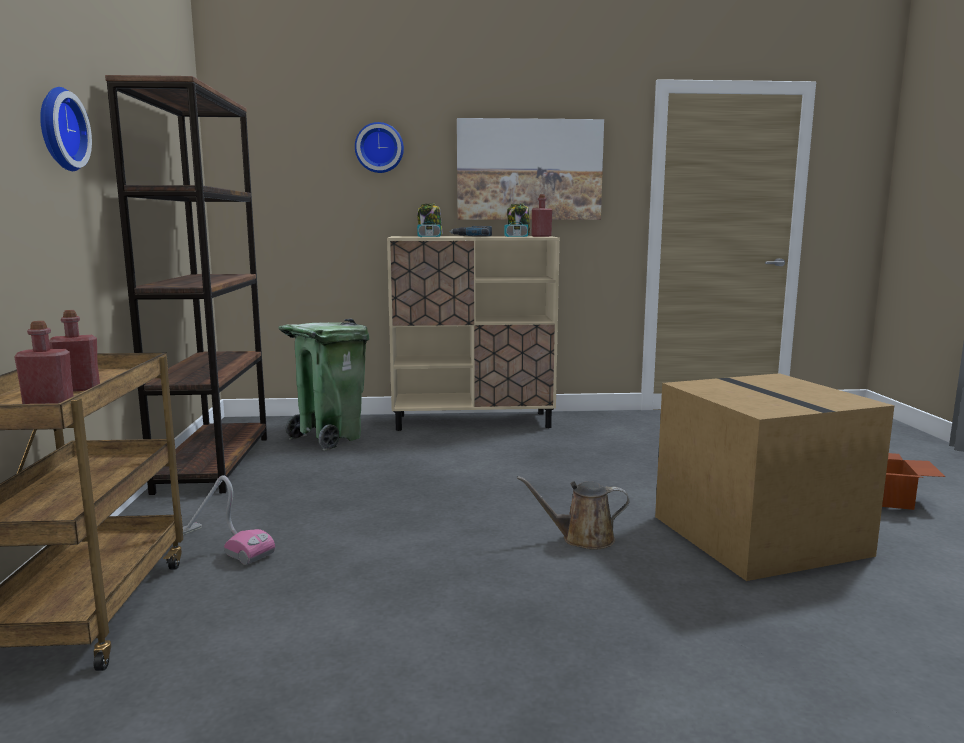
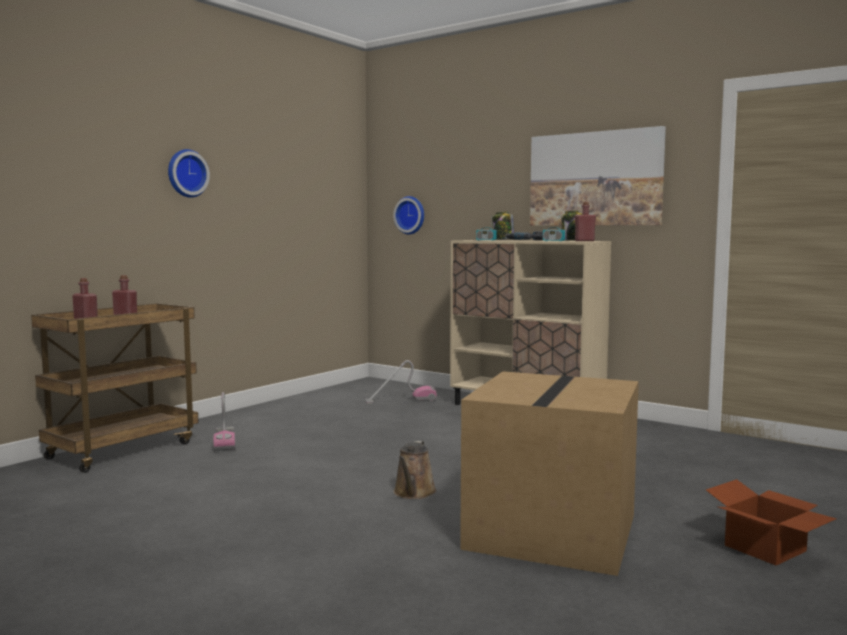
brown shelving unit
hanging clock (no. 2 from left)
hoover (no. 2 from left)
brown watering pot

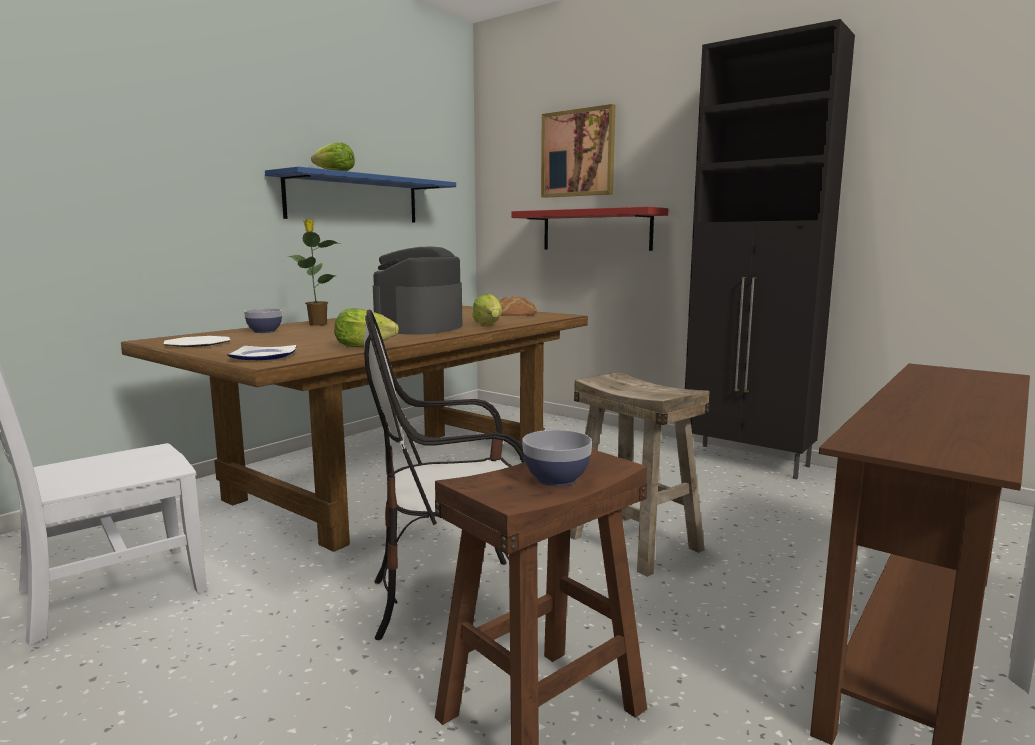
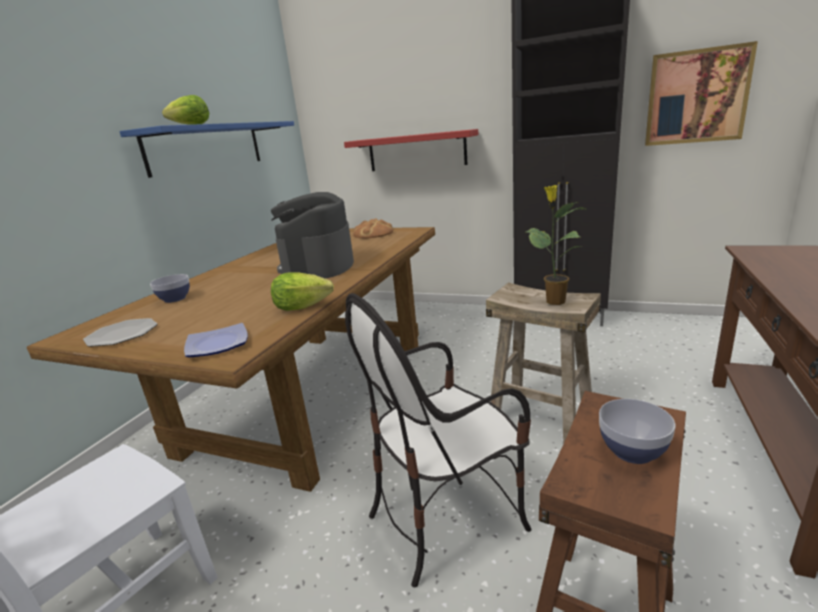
lettuce head (no. 3 from left in the first image)
plant in a pot
wall art

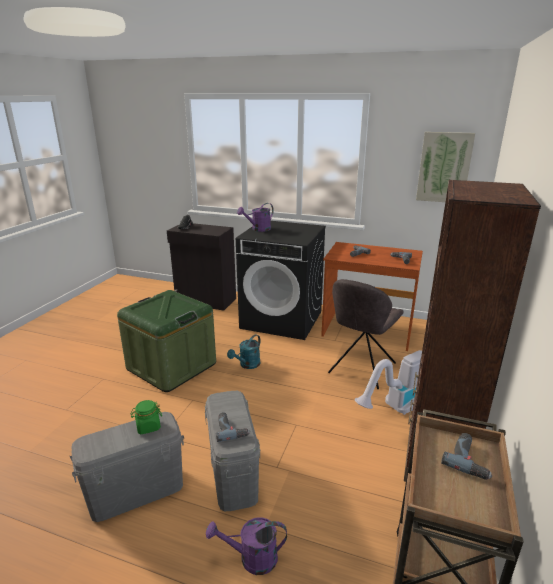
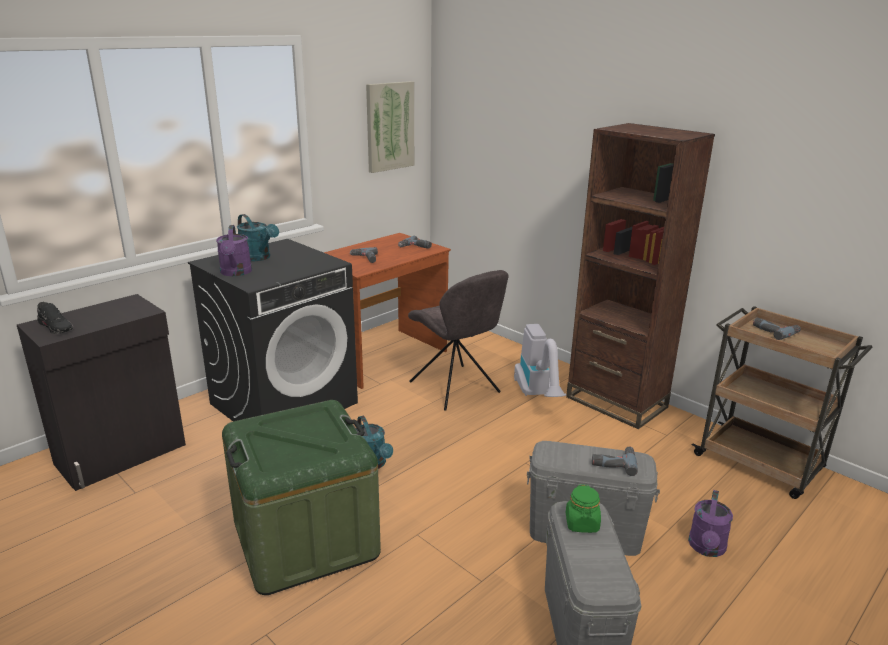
blue-green watering pot (no. 1 from left)

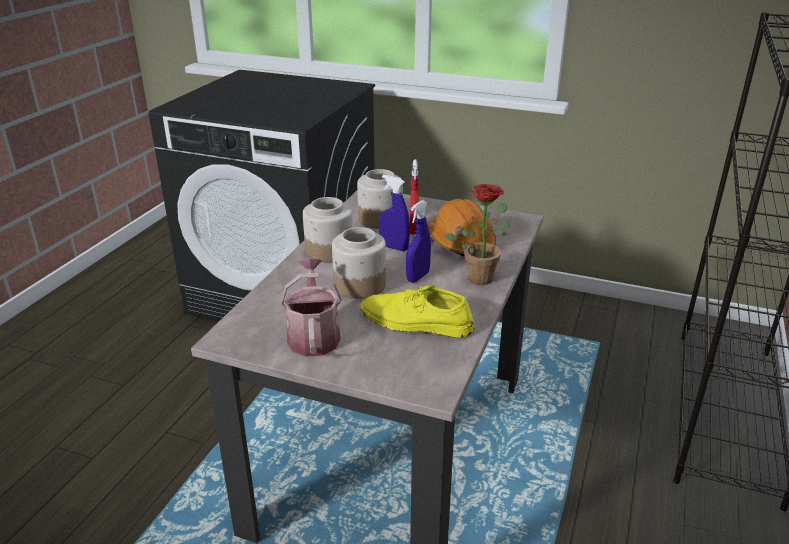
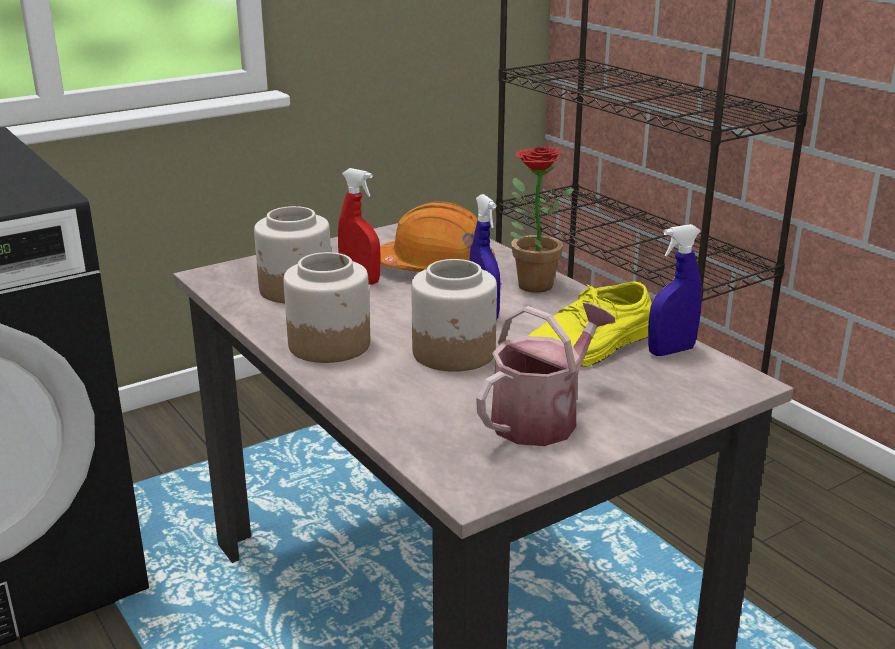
blue hand sprayer (no. 2 from left)
watering pot

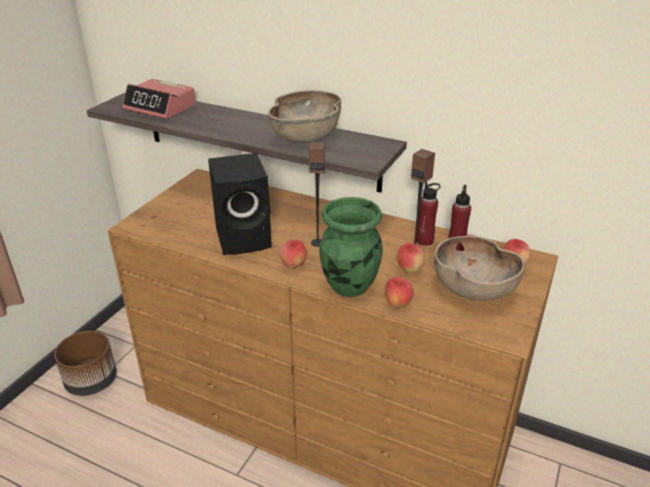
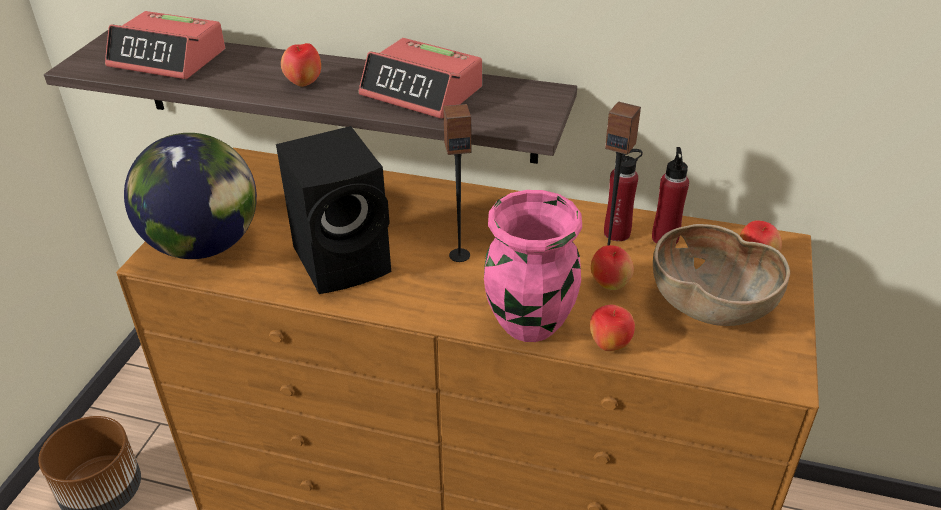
globe
apple (no. 1 from left)
alarm clock (no. 2 from left)
pink flower vase

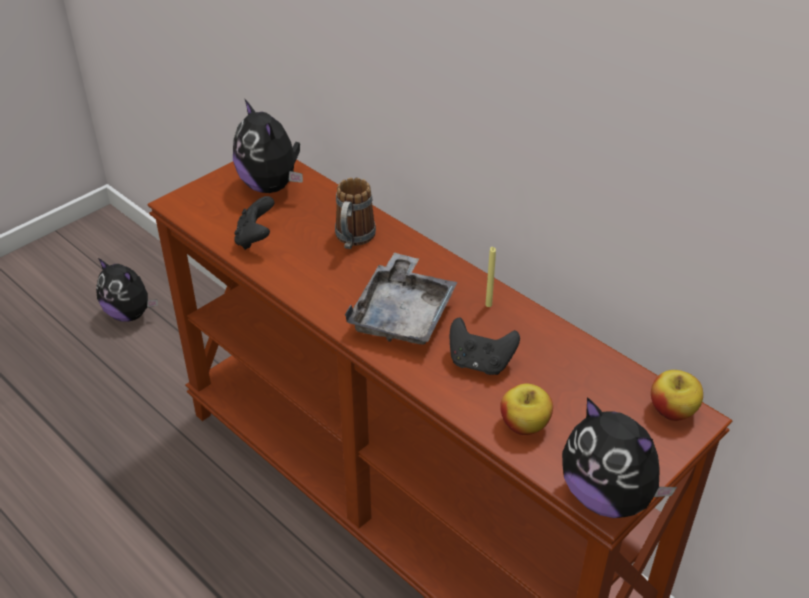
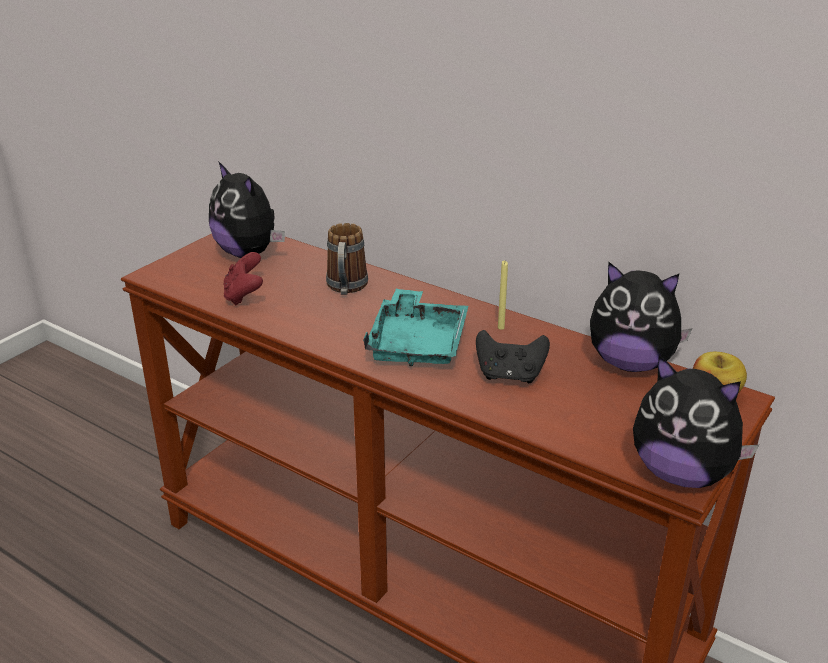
apple (no. 1 from left in the first image)
plush toy (no. 2 from left)
reddish joypad
blue-green carrying tray

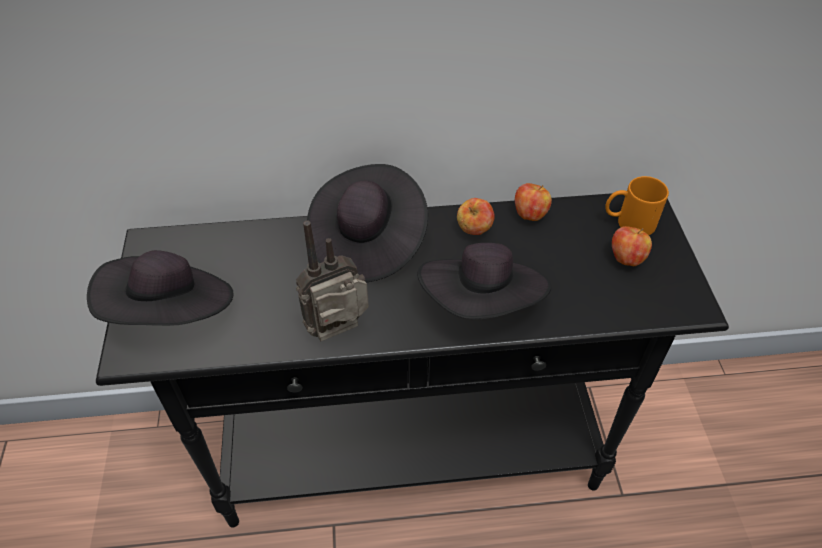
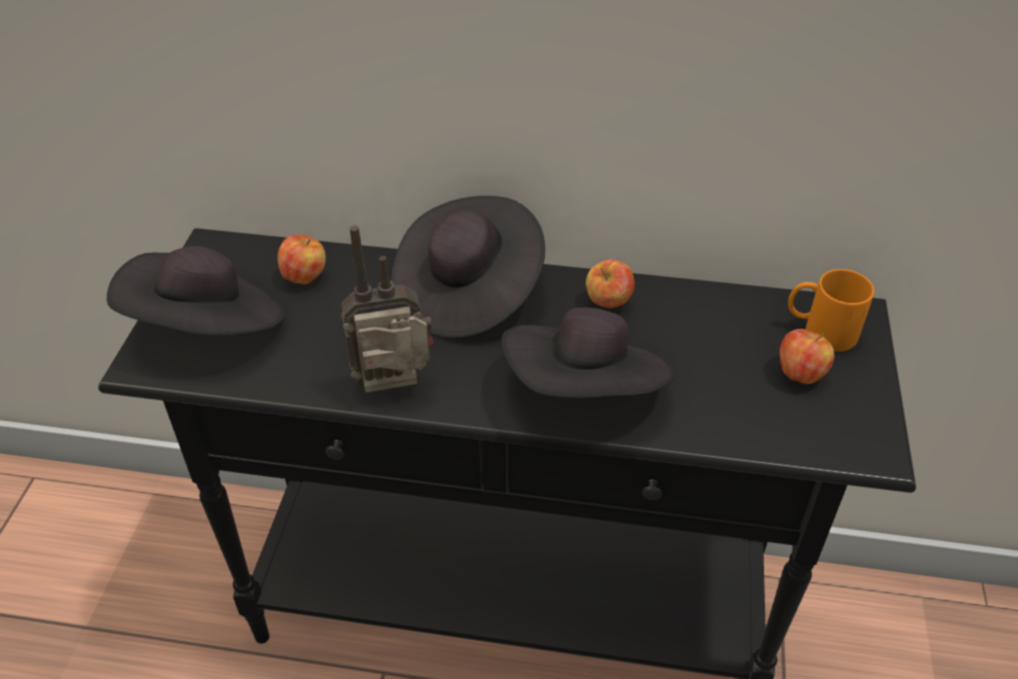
apple (no. 1 from left)

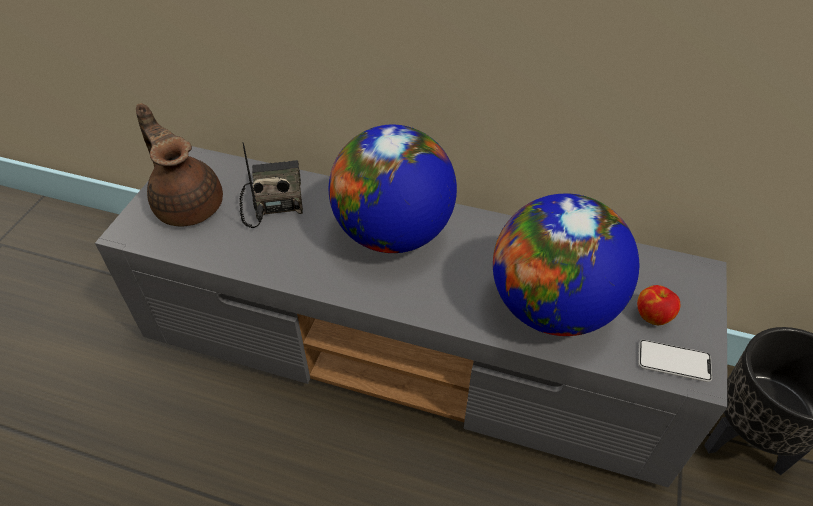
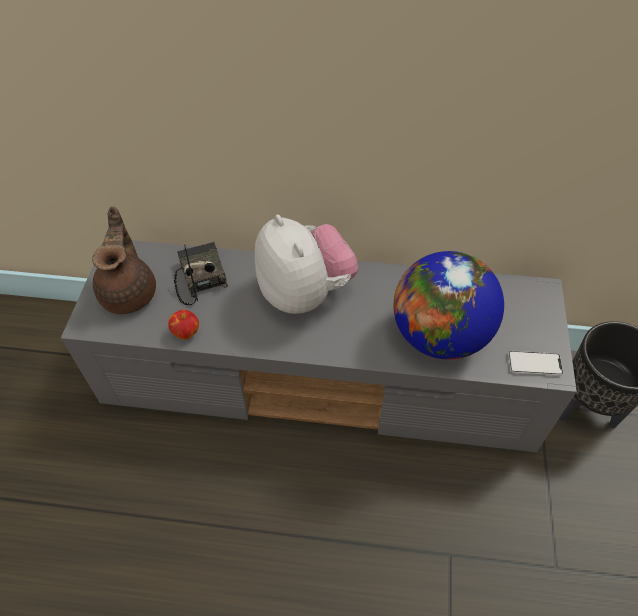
apple
plush toy
brown tea pot

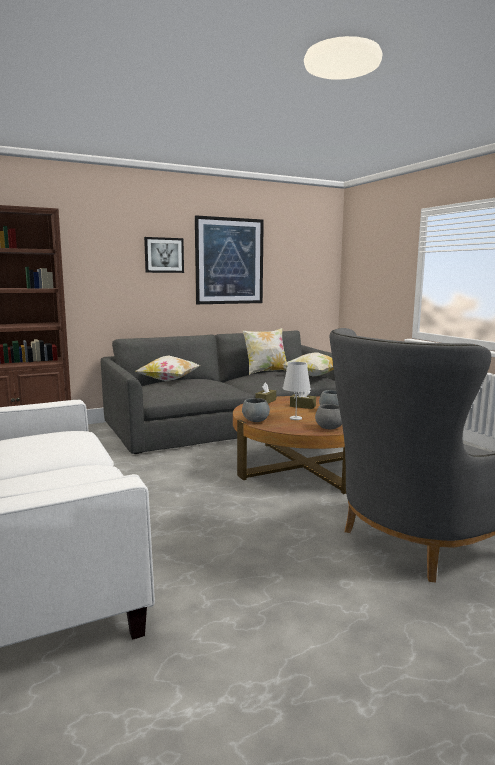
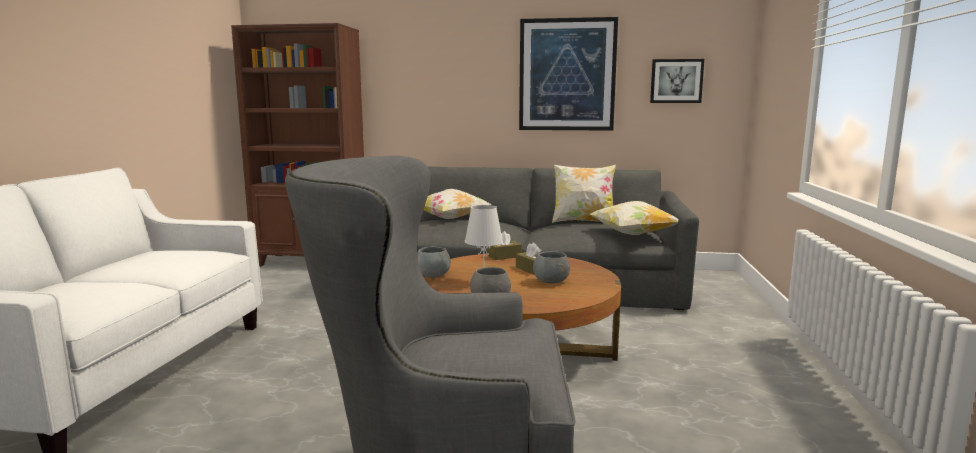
wall art (no. 2 from left)

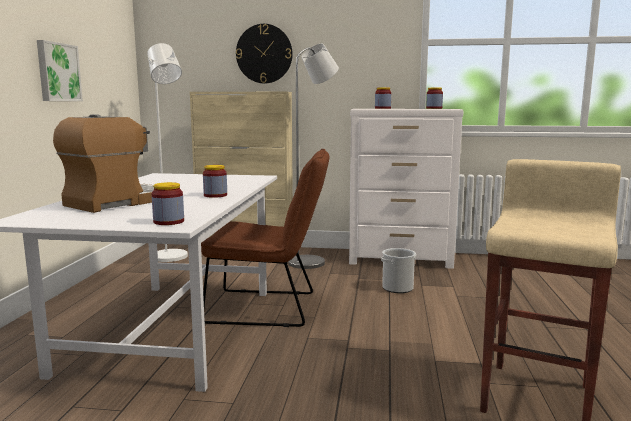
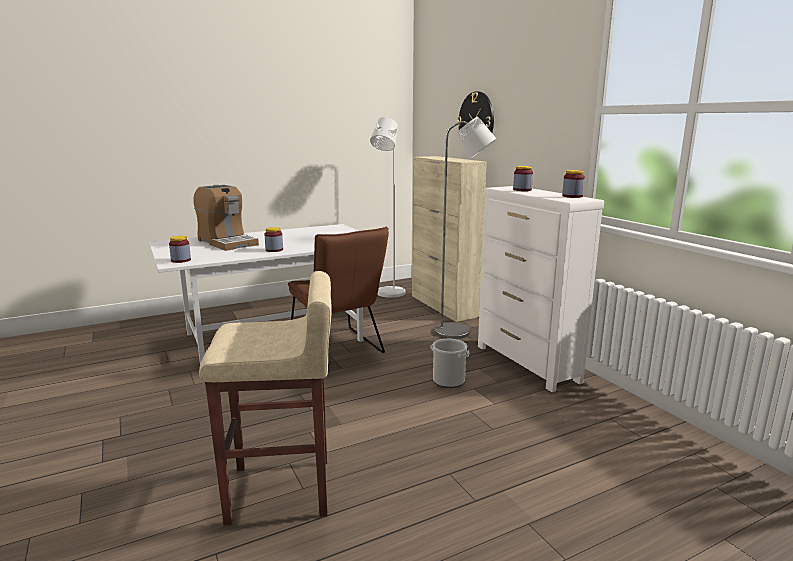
wall art
coffee brewer

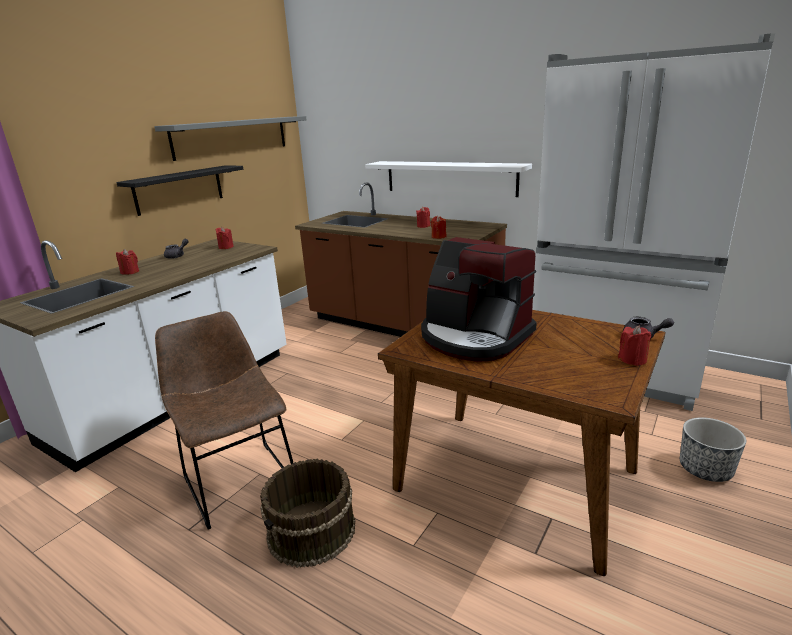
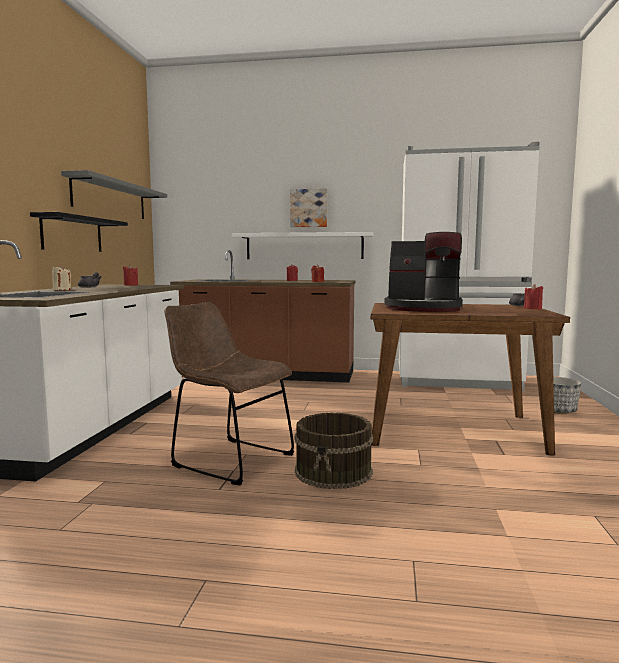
wall art
sand-coloured candle

